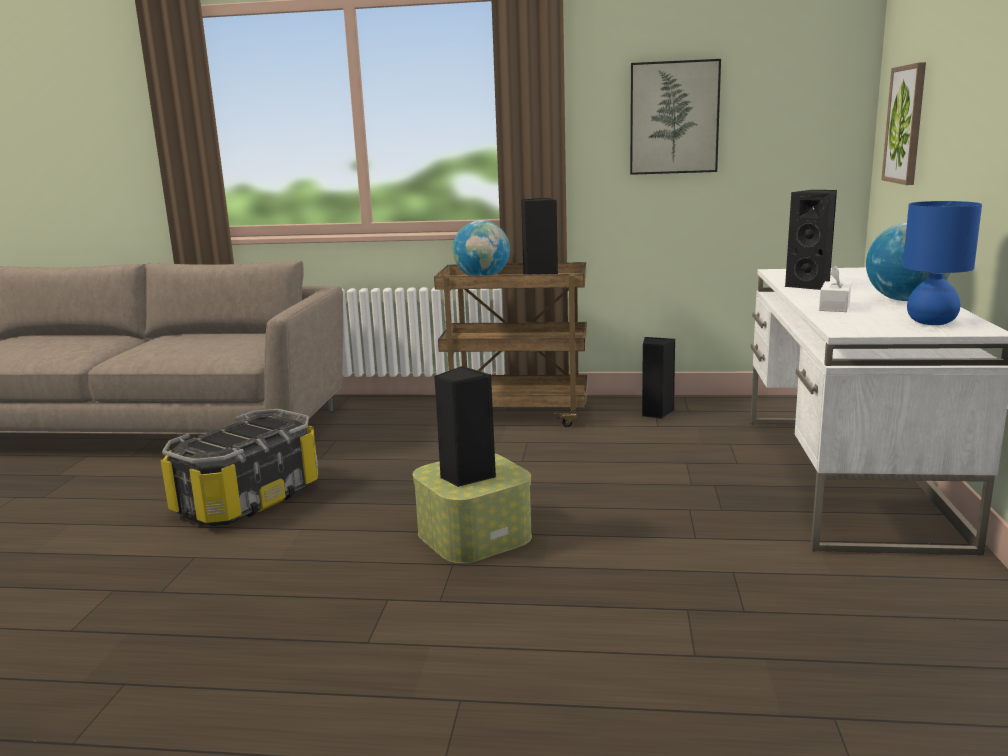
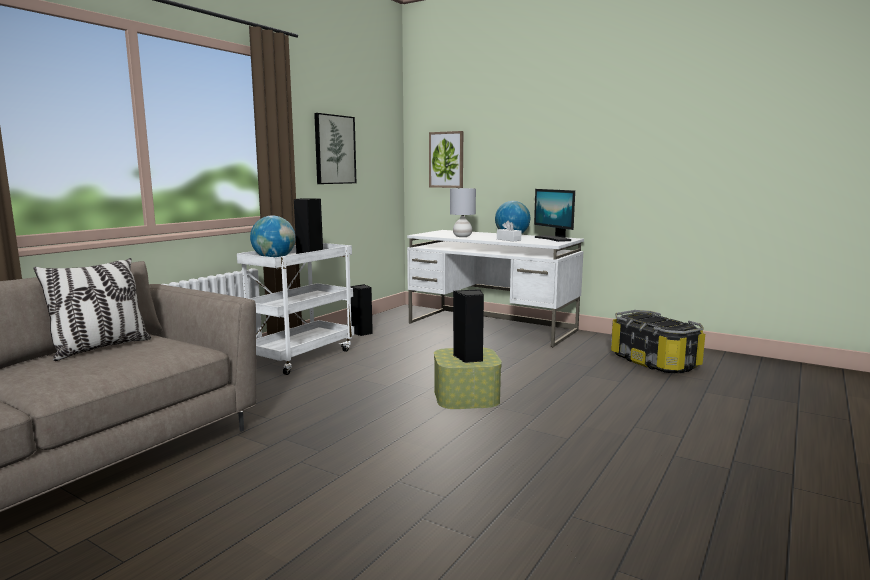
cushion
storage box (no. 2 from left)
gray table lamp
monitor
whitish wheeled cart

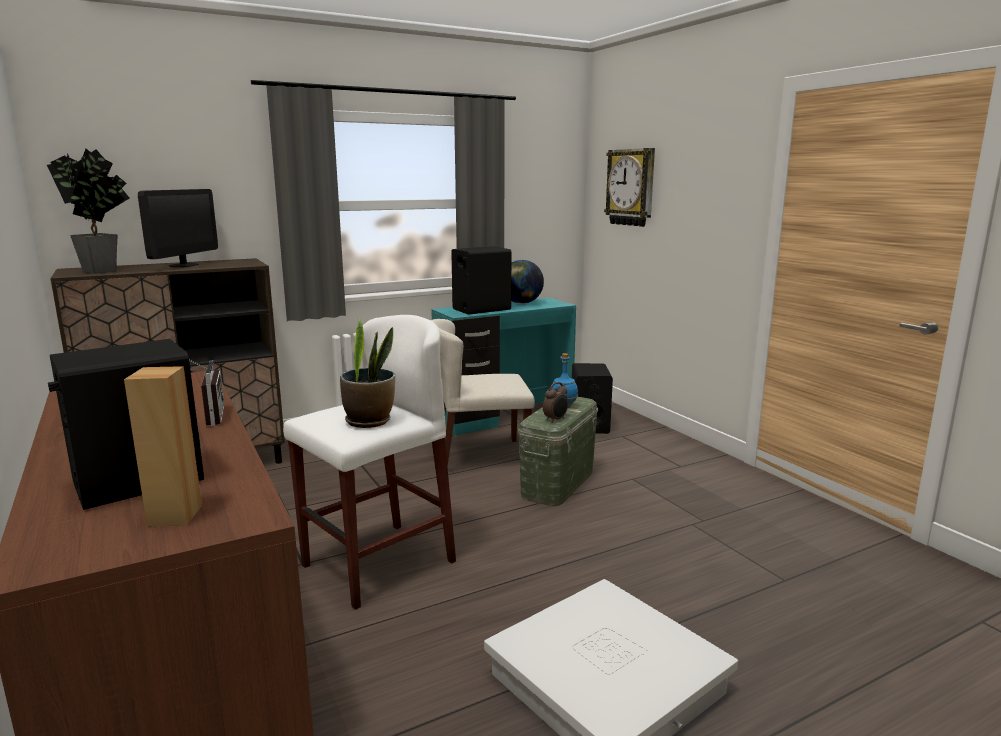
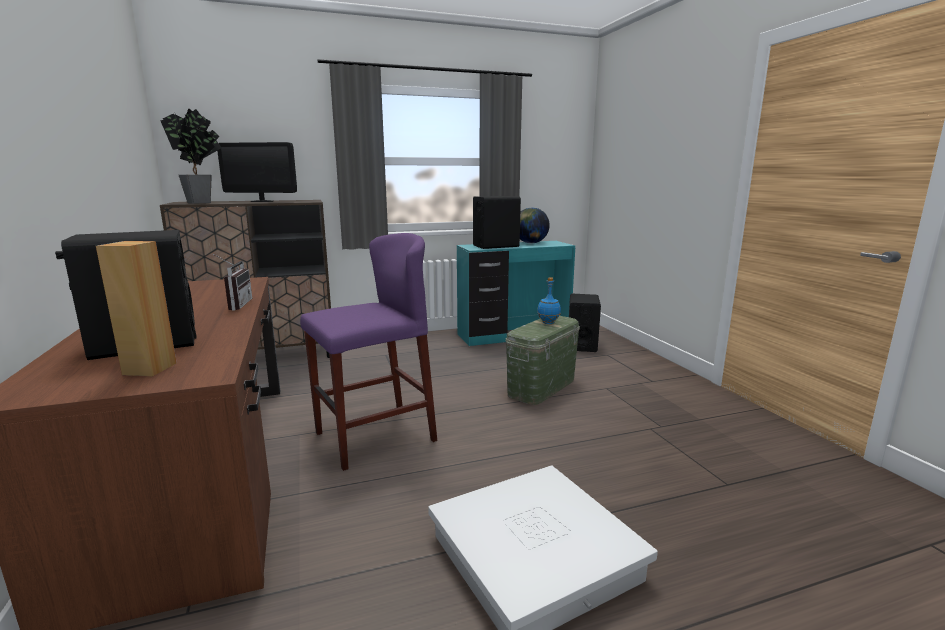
plant in a pot (no. 2 from left in the first image)
sand-coloured plain chair
alarm clock
hanging clock
purplish stool seat
monitor

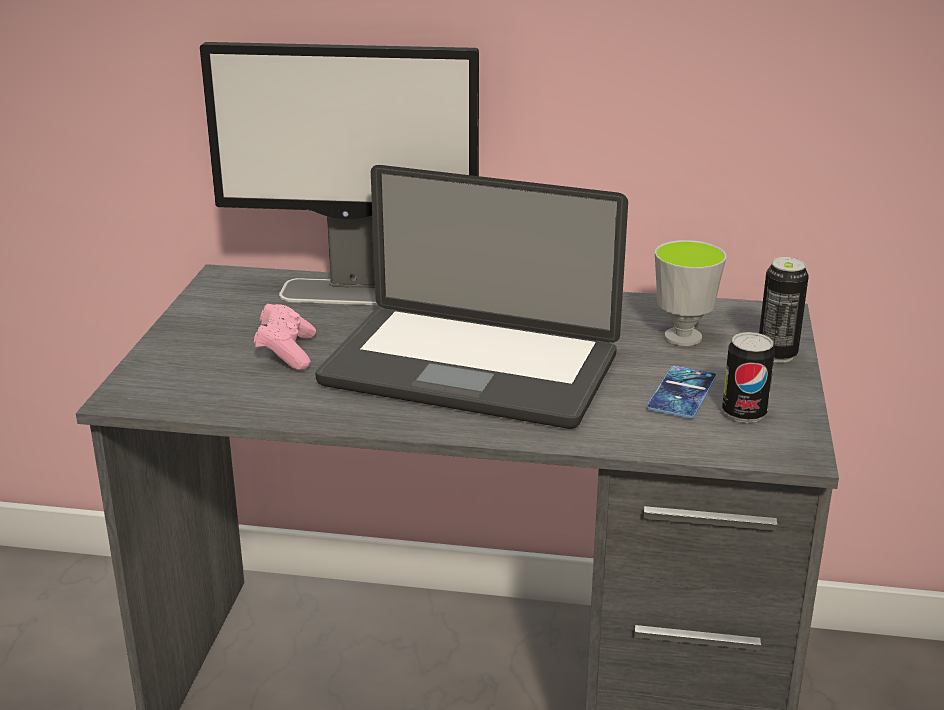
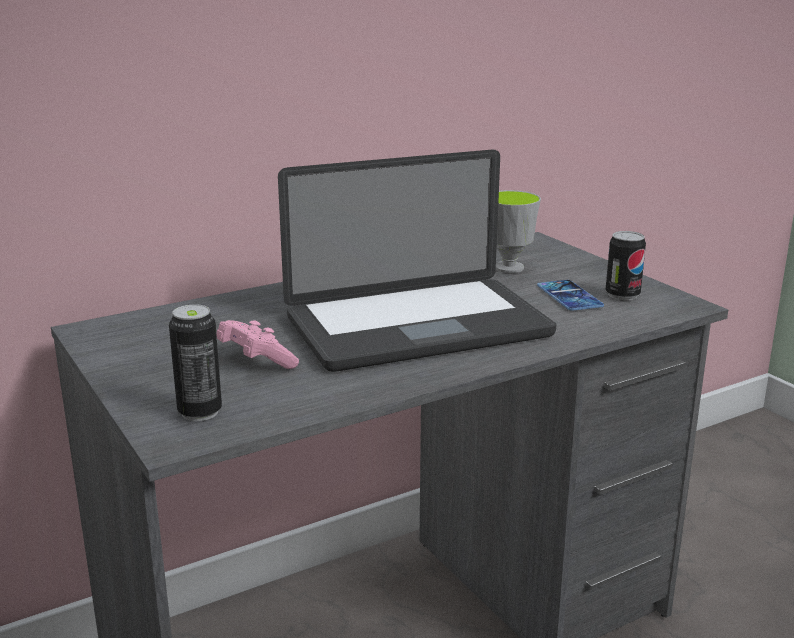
monitor
sealed can (no. 1 from left)

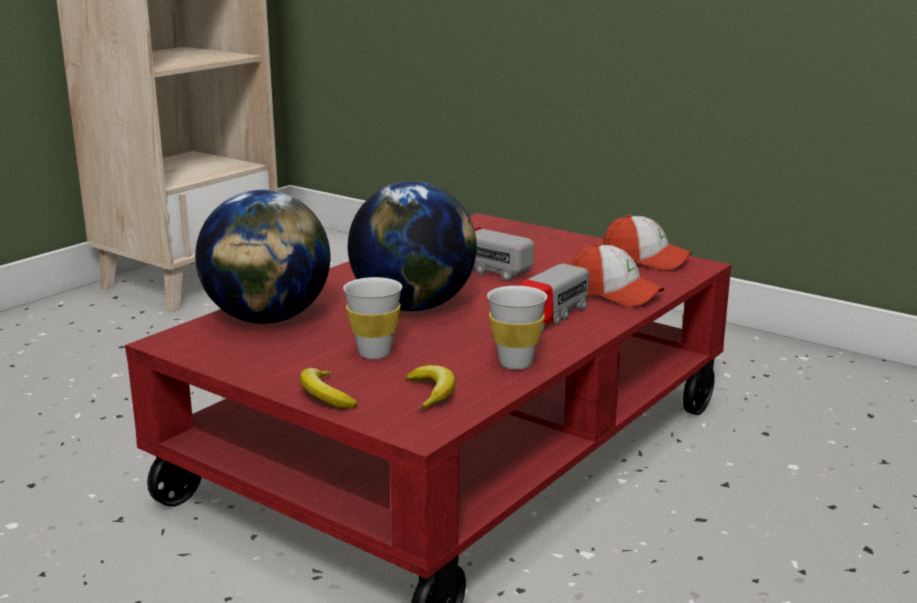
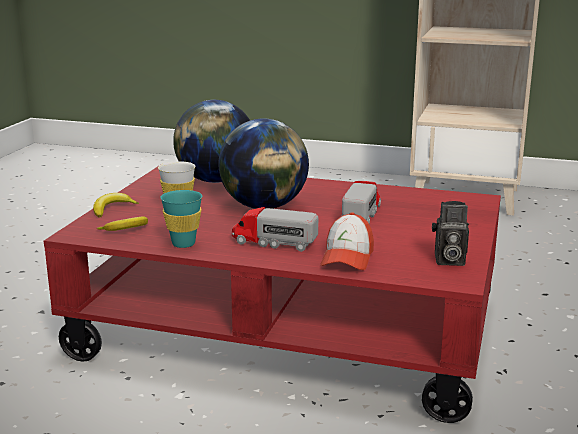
photo camera
blue-green drinking cup

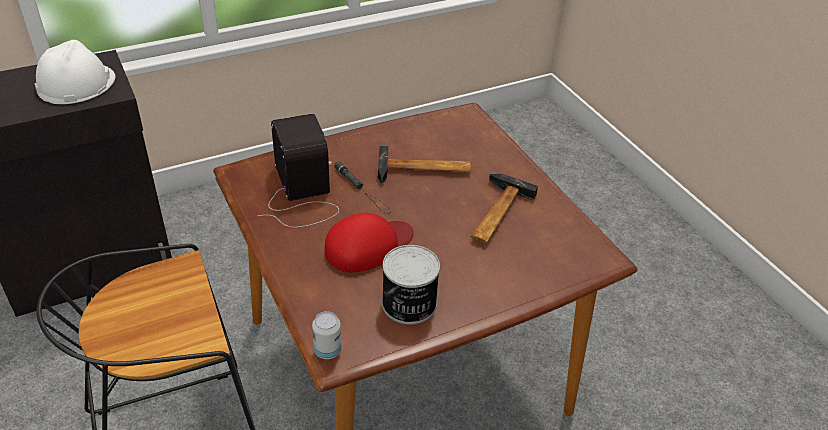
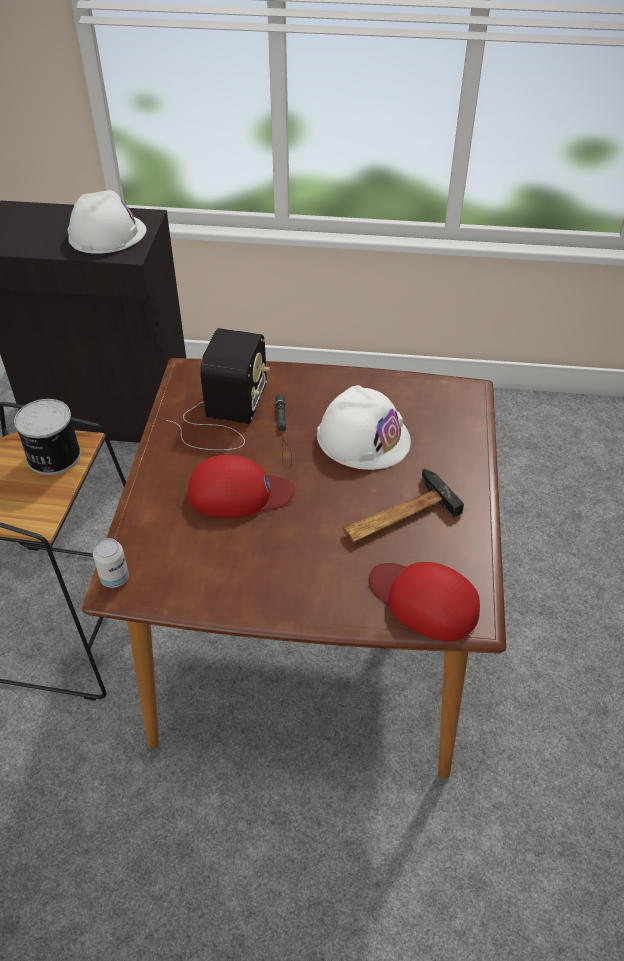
reddish cap (no. 2 from left)
sealed can (no. 1 from left)
whitish hard hat (no. 2 from left)

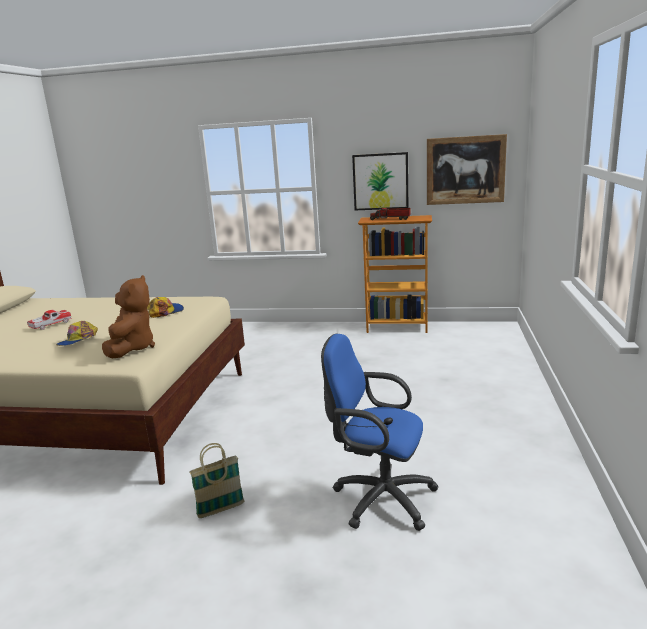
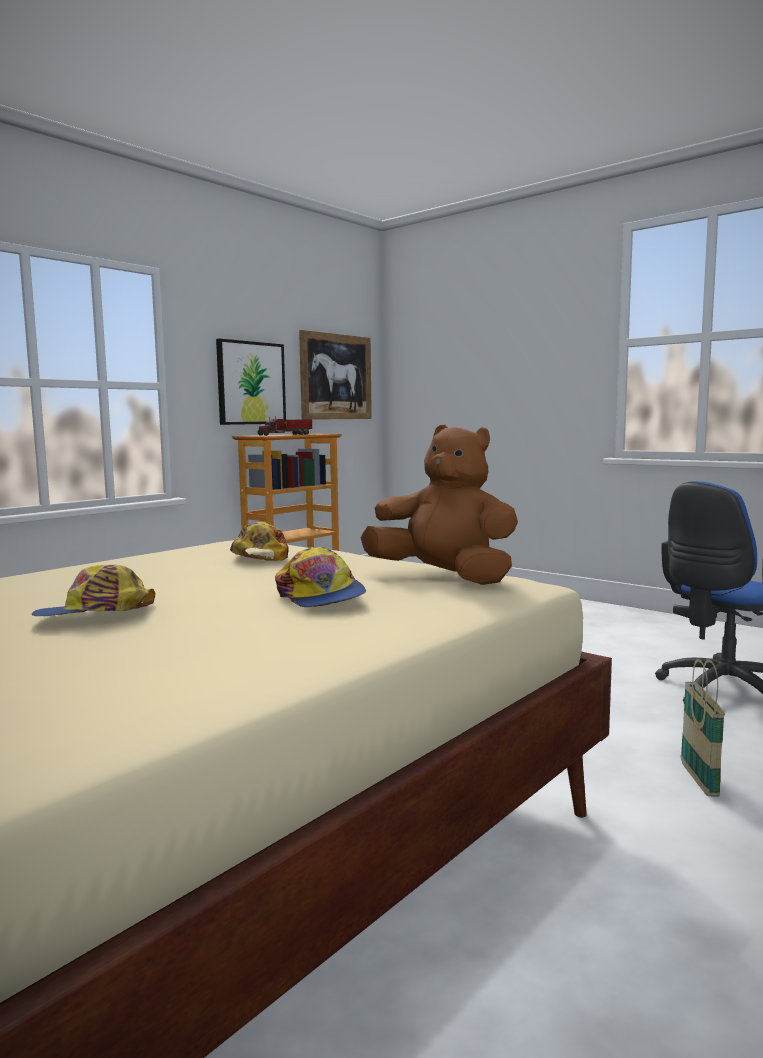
cap (no. 1 from left)

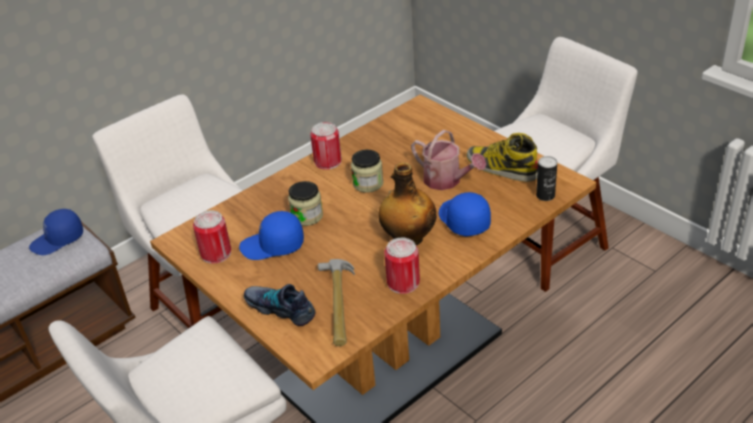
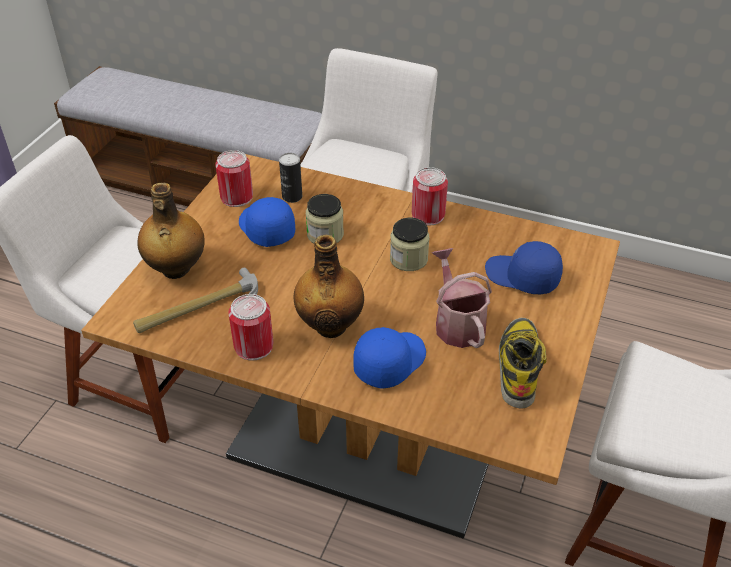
blue cap (no. 3 from left)
sealed can (no. 3 from left)
drink bottle (no. 1 from left)
watering pot

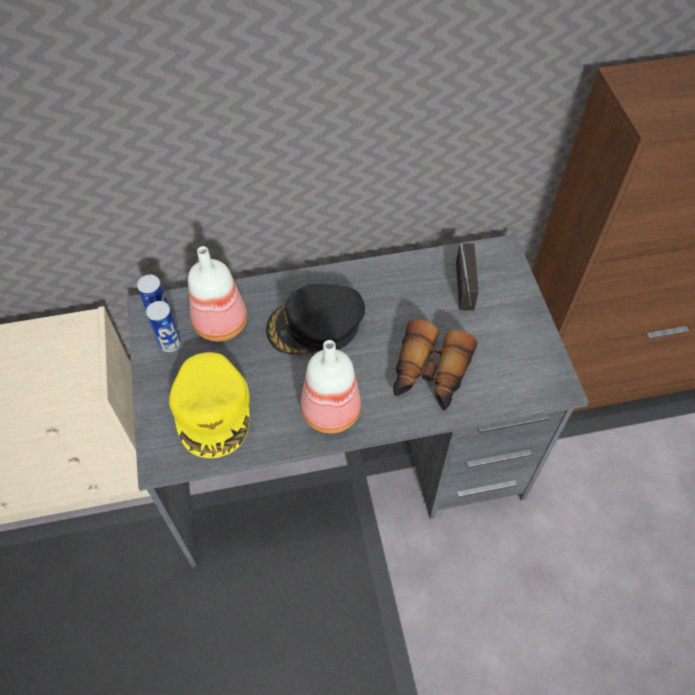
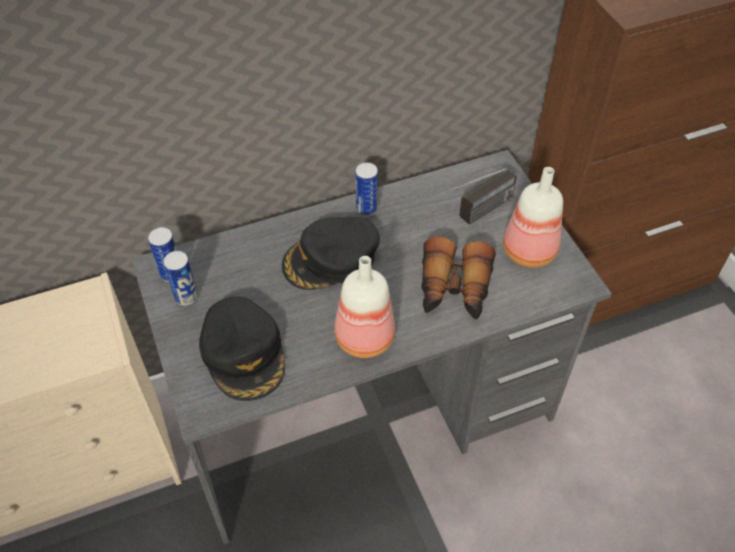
sealed can (no. 3 from left)
drink bottle (no. 2 from left)
black-coloured cap (no. 1 from left)
radio set

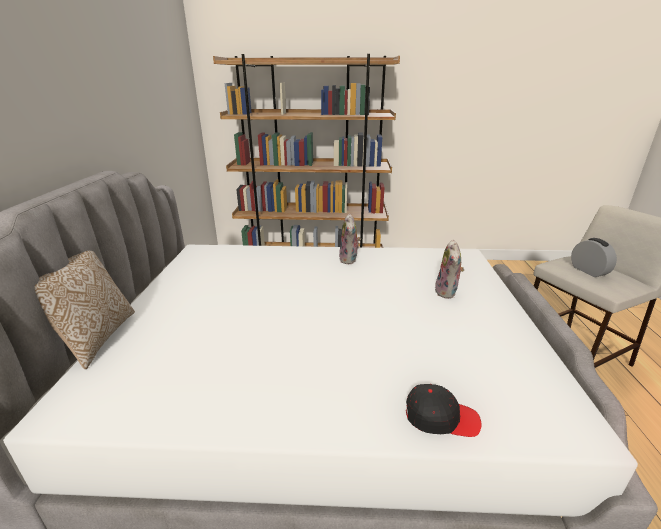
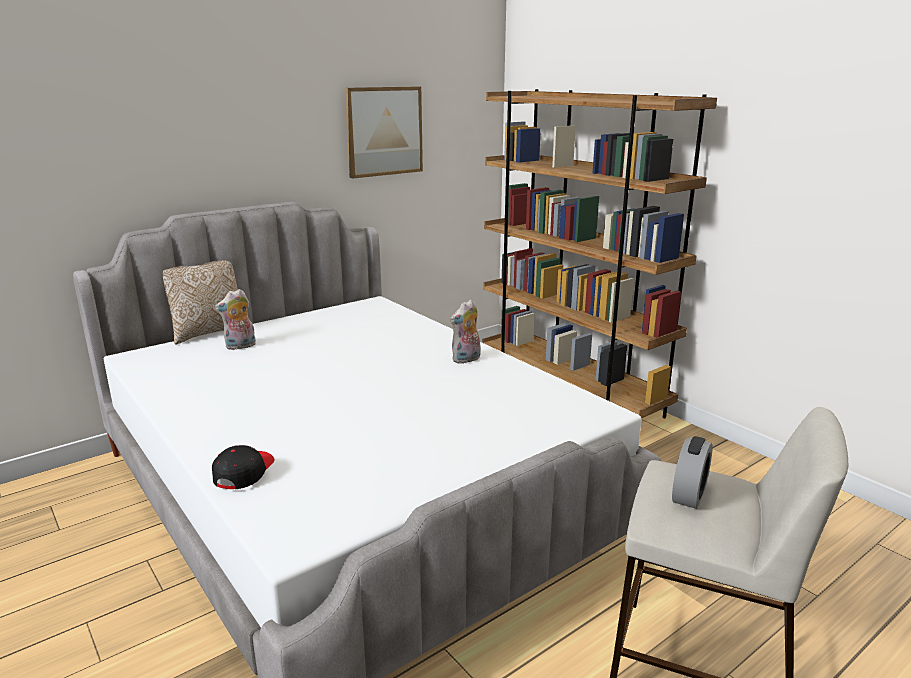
wall art
plush toy (no. 1 from left)
black-coloured cap

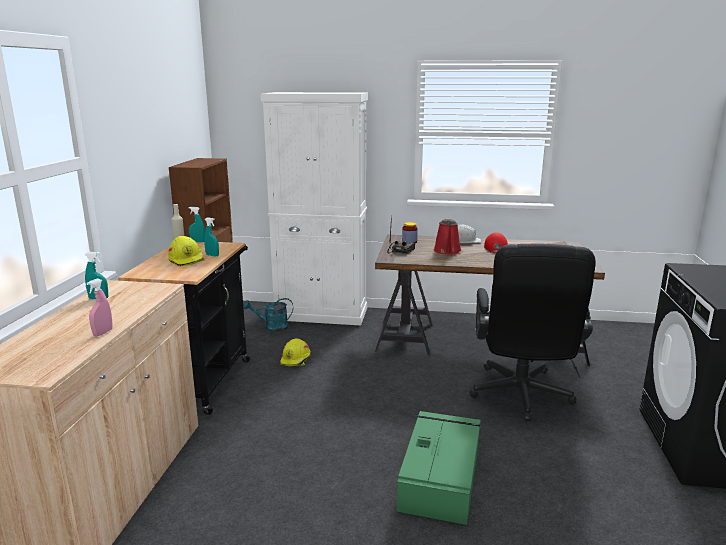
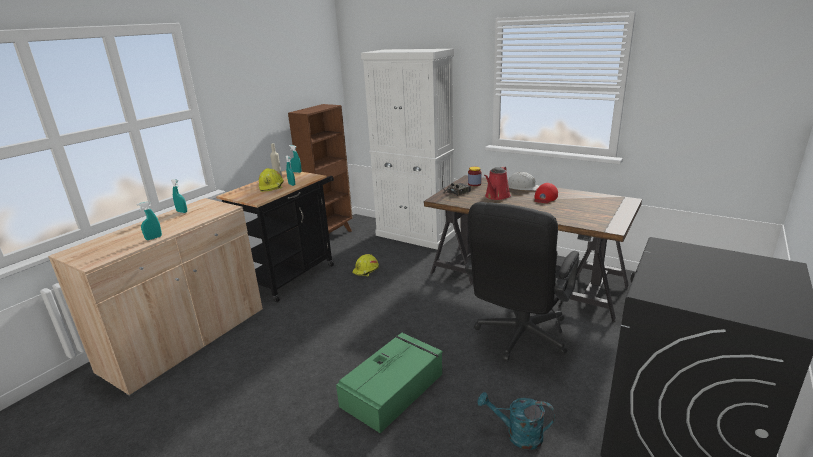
blue-green watering pot
blue-green hand sprayer (no. 1 from left)

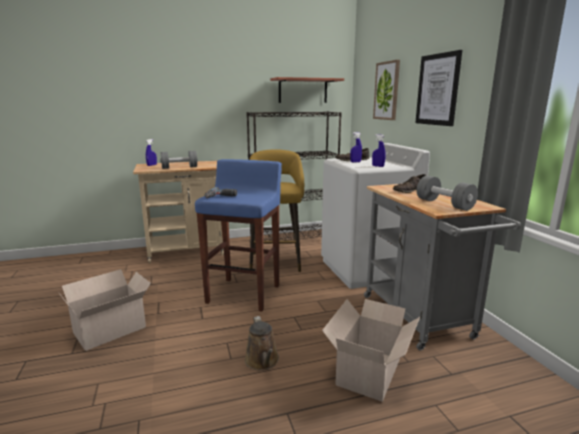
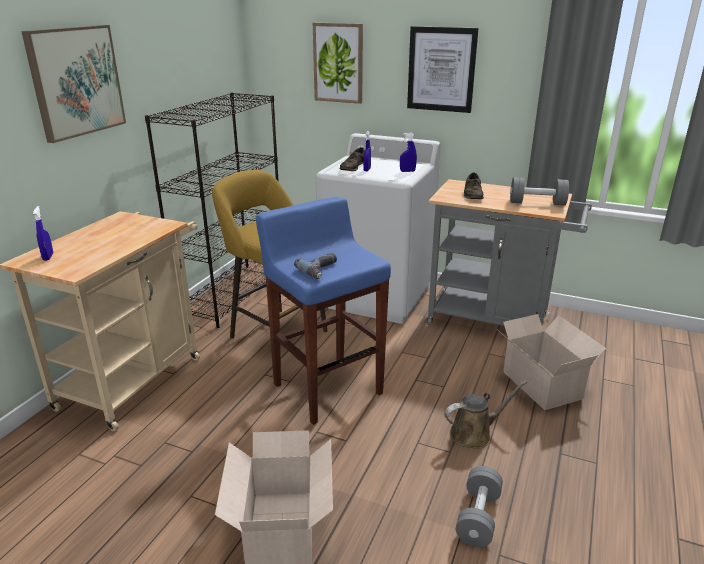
wall shelf
wall art (no. 1 from left)
gray hand weight (no. 1 from left)
brown watering pot

